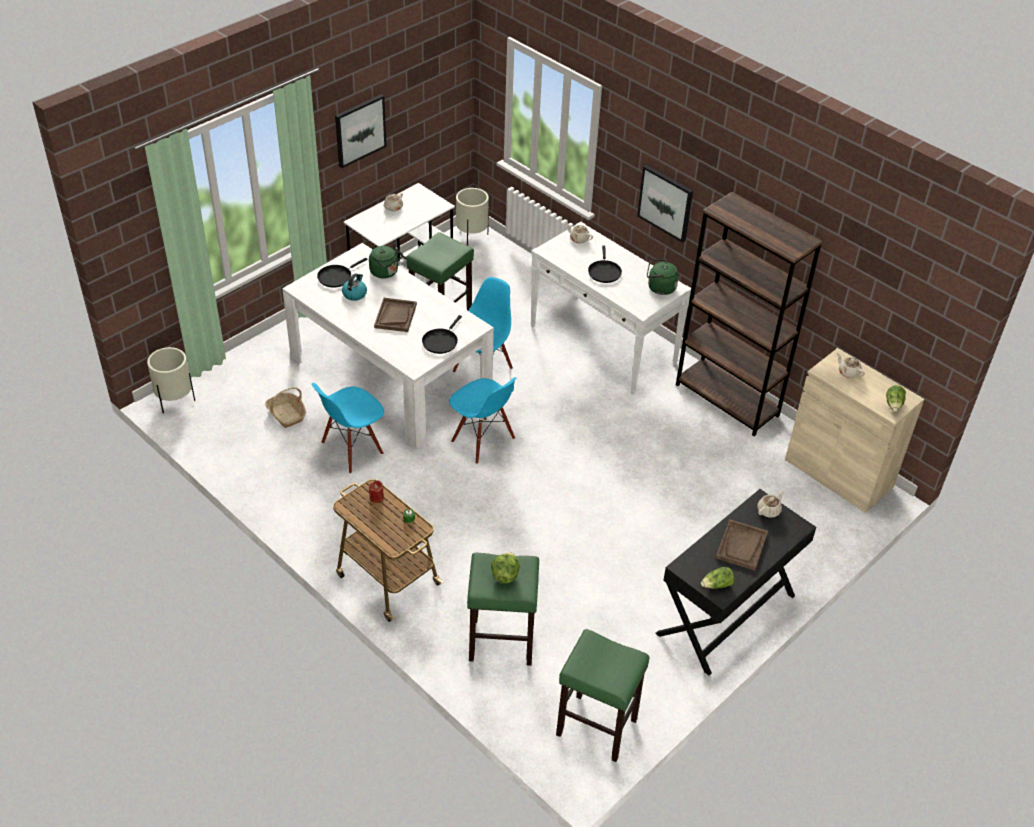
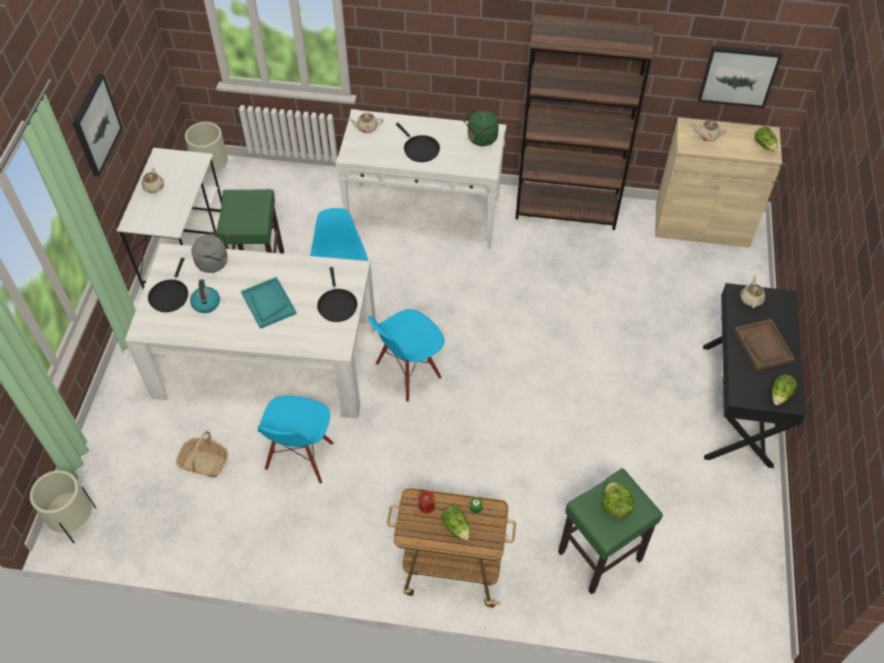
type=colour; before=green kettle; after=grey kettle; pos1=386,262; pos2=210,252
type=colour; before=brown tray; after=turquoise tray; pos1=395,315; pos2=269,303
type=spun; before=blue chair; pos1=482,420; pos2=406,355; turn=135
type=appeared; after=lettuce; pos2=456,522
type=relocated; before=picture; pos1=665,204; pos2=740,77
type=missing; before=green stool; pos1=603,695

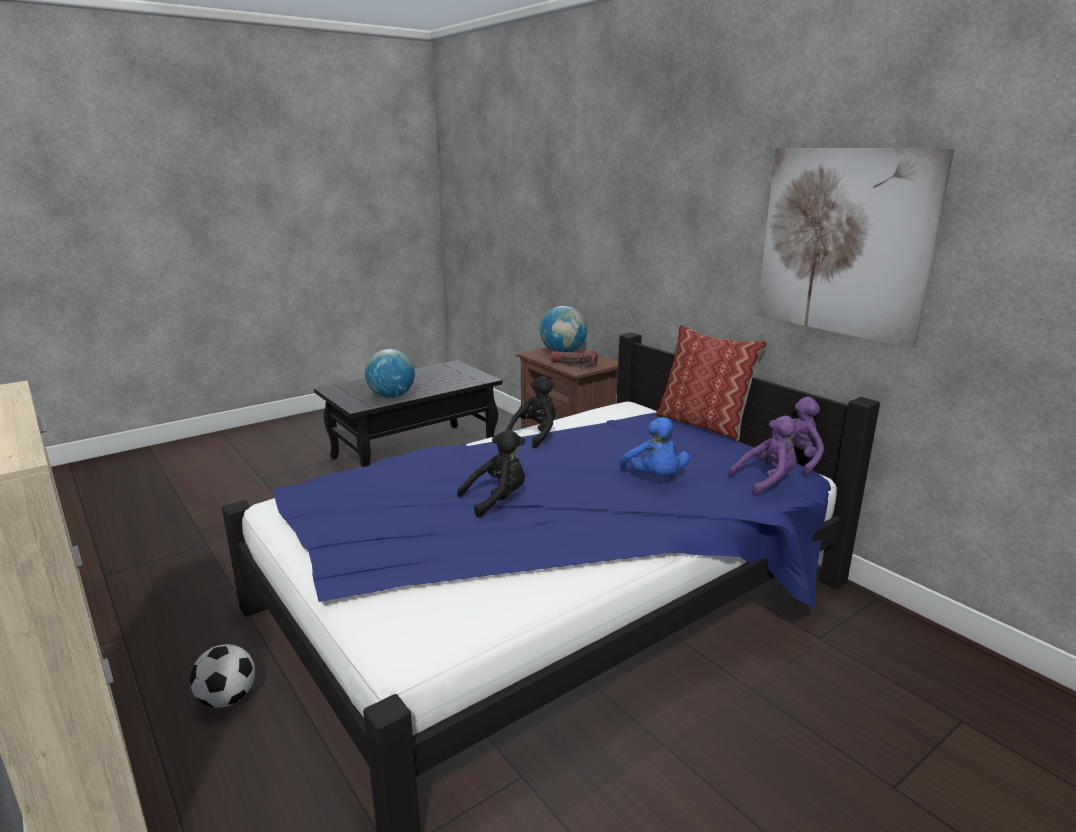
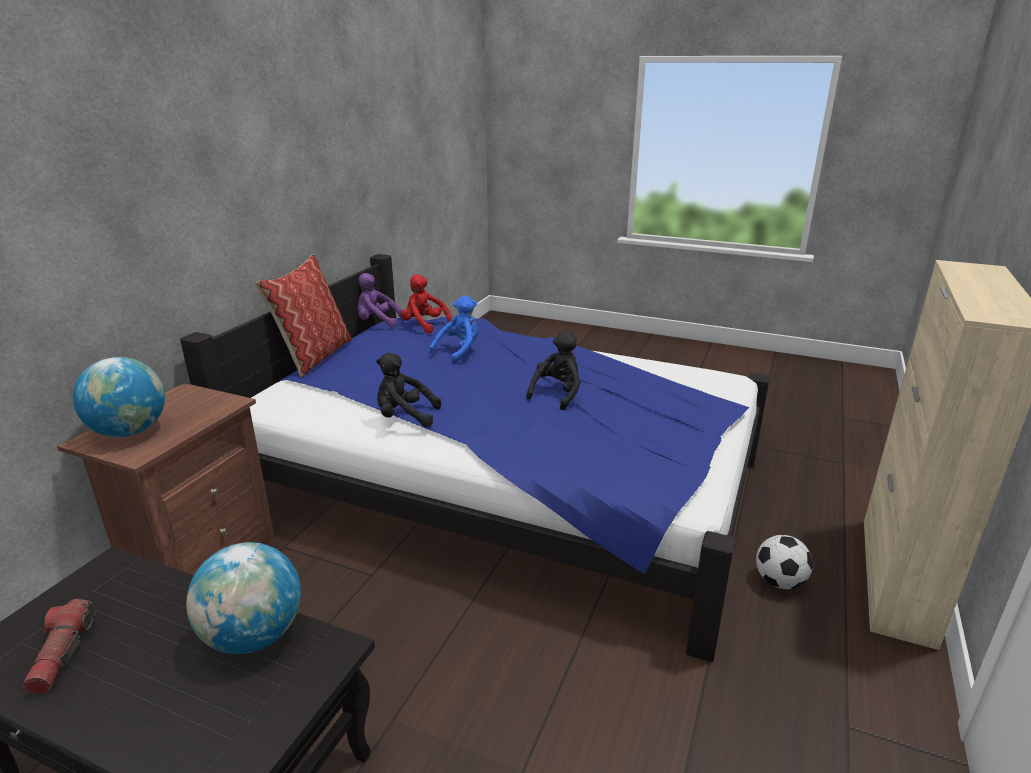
type=relocated; before=flashlight; pos1=574,358; pos2=59,646
type=colour; before=purple plush toy; after=red plush toy; pos1=764,456; pos2=427,304
type=spun; before=black plush toy; pos1=491,473; pos2=553,370; turn=90
type=missing; before=picture; pos1=856,248

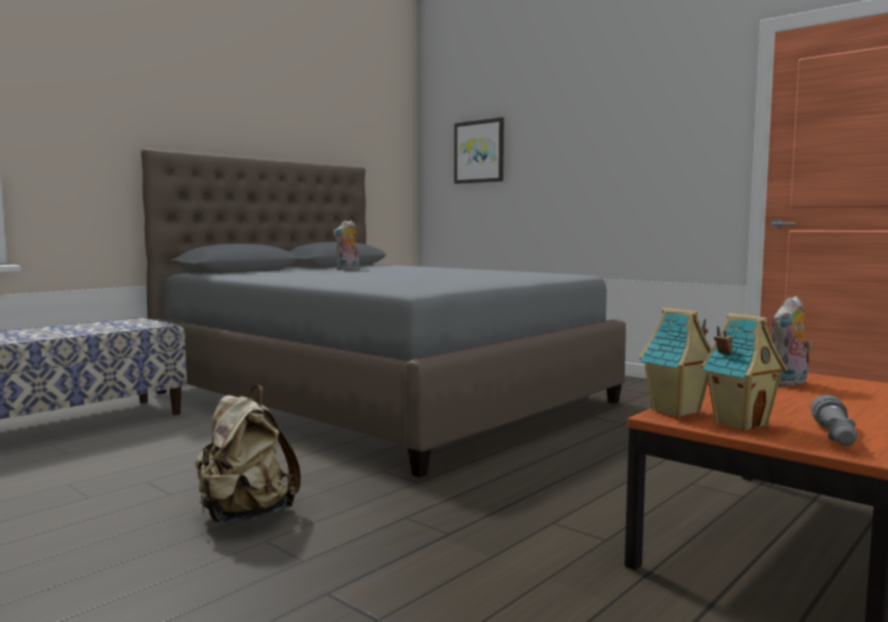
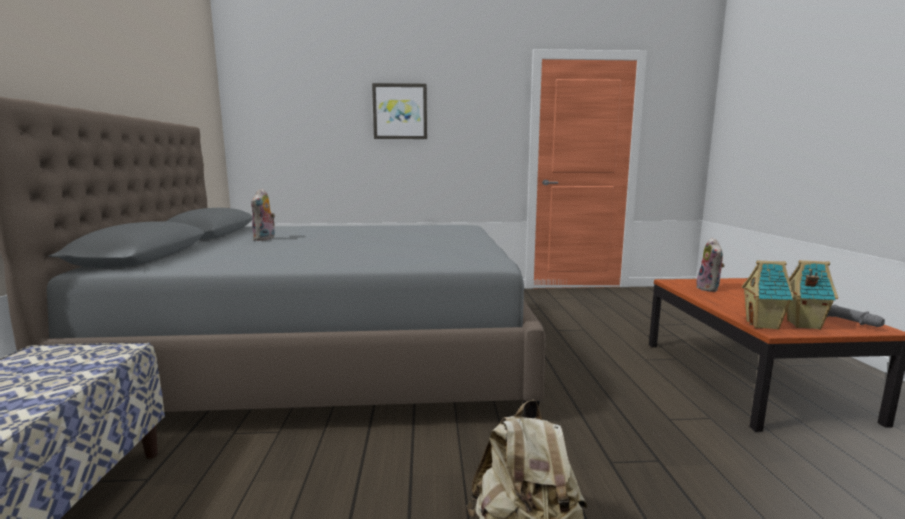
type=relocated; before=picture; pos1=479,150; pos2=399,111

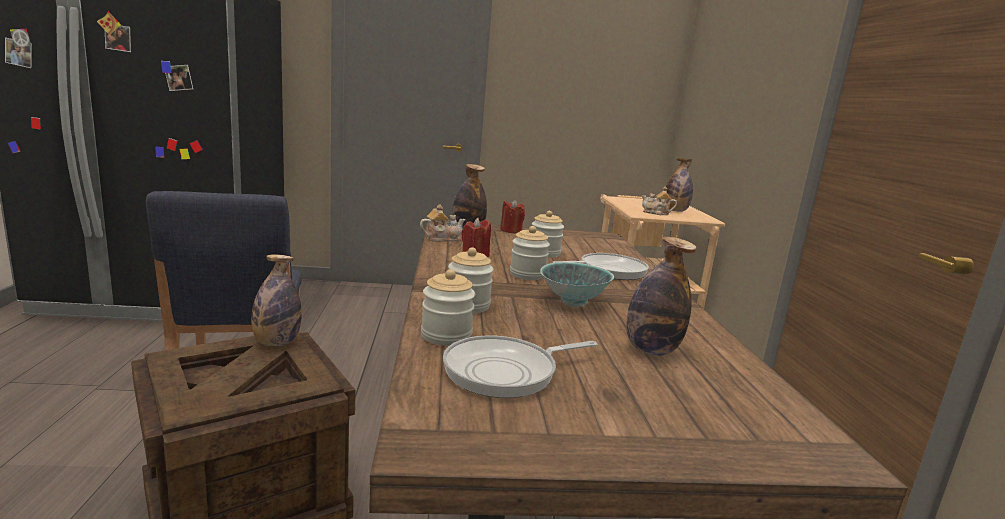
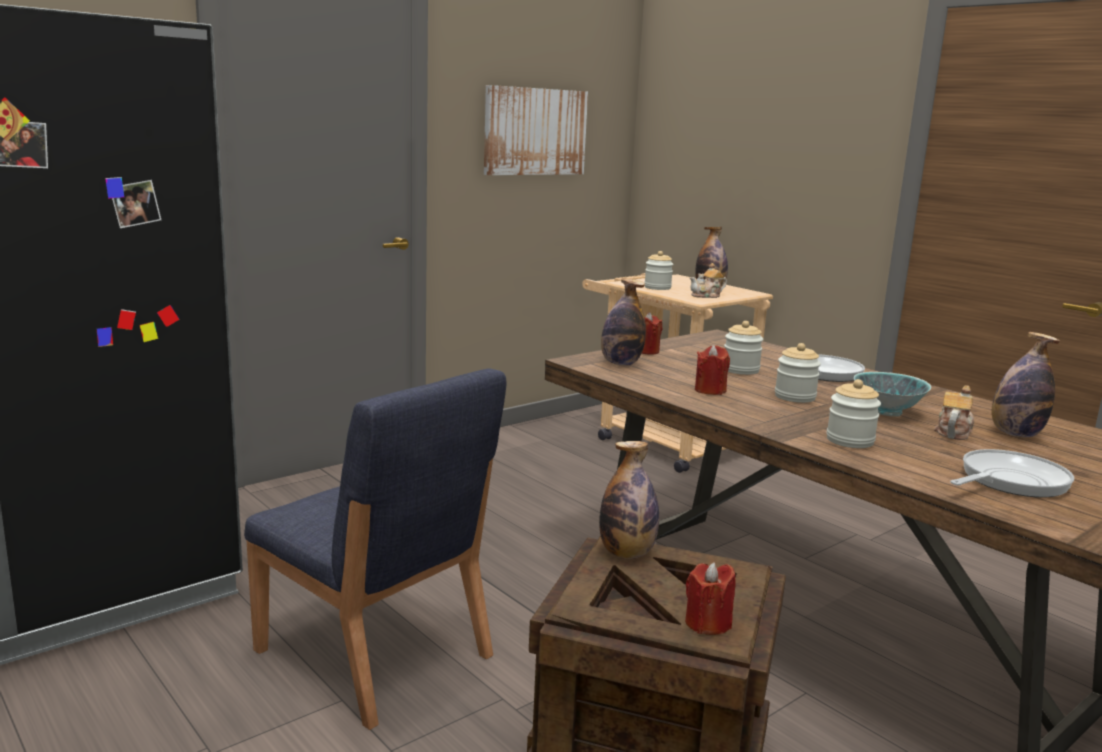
type=appeared; after=picture; pos2=536,130
type=relocated; before=jar; pos1=448,307; pos2=658,270
type=appeared; after=red candle; pos2=710,598
type=relocated; before=teapot; pos1=443,223; pos2=954,413
type=spun; before=frying pan; pos1=520,366; pos2=1012,473; turn=-150

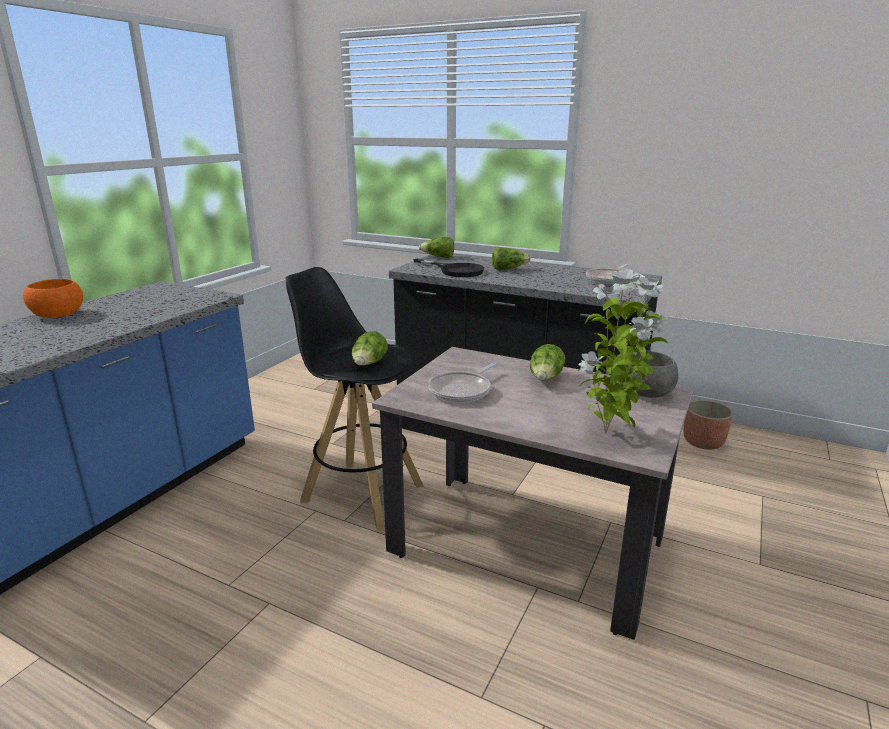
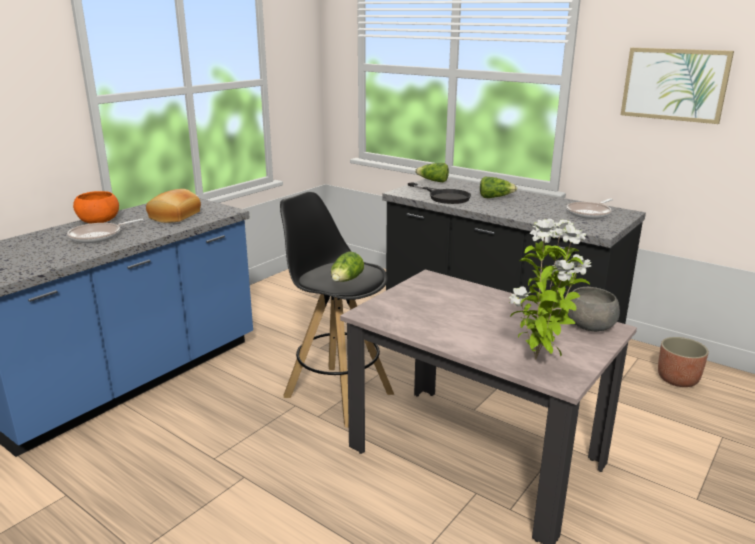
type=relocated; before=frying pan; pos1=462,383; pos2=105,231
type=appeared; after=bread; pos2=173,206
type=appeared; after=picture; pos2=677,86
type=missing; before=lettuce; pos1=547,362

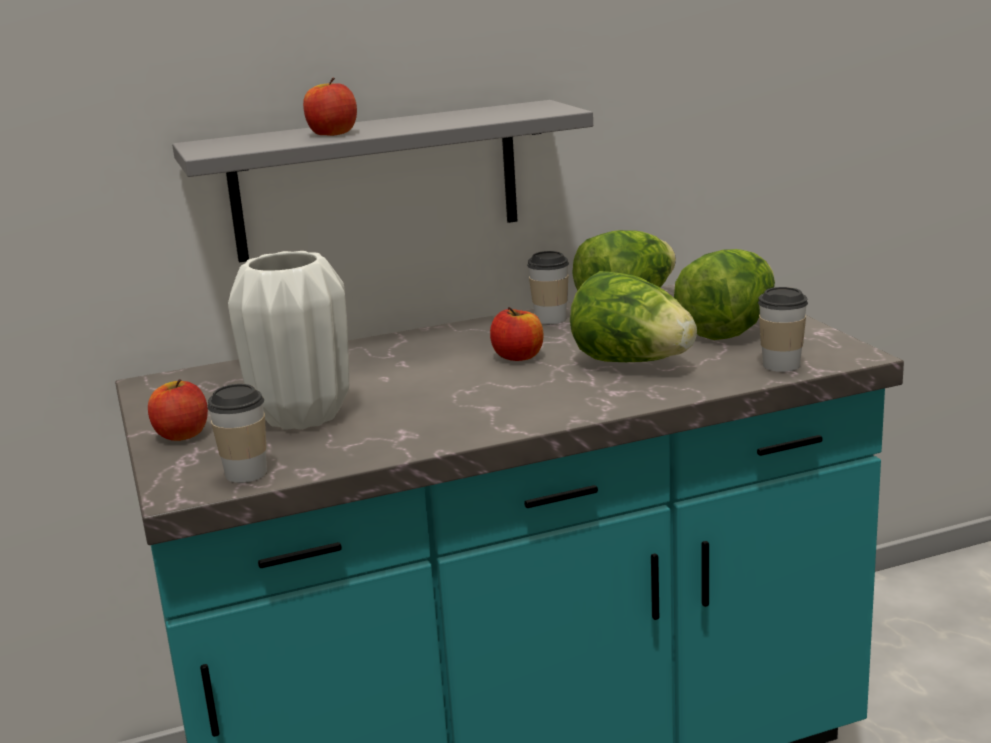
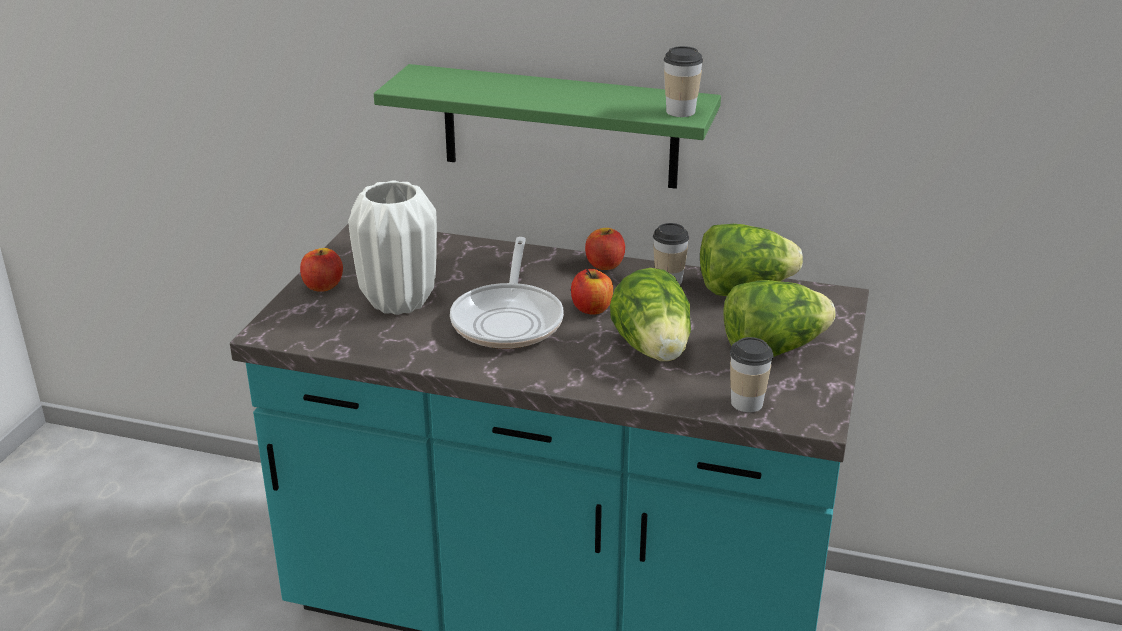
type=colour; before=grey shelf; after=green shelf; pos1=382,181; pos2=547,126
type=appeared; after=frying pan; pos2=507,293
type=relocated; before=apple; pos1=330,107; pos2=605,249
type=relocated; before=cup; pos1=237,433; pos2=683,81

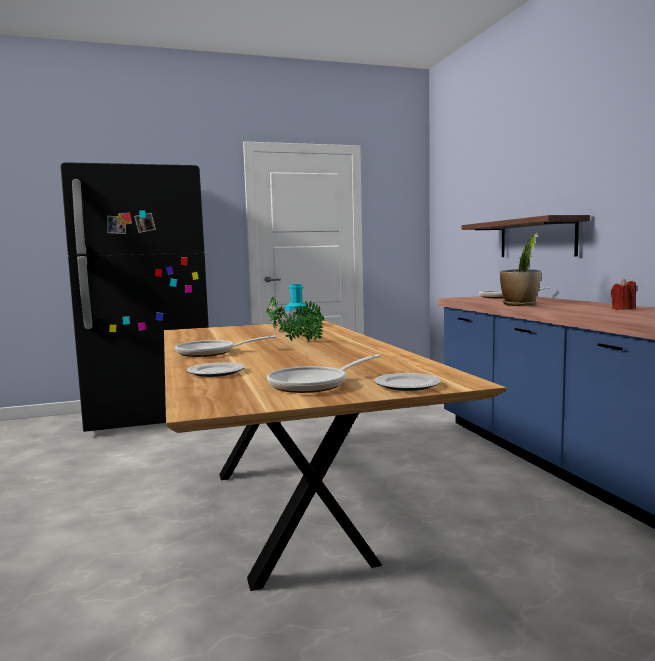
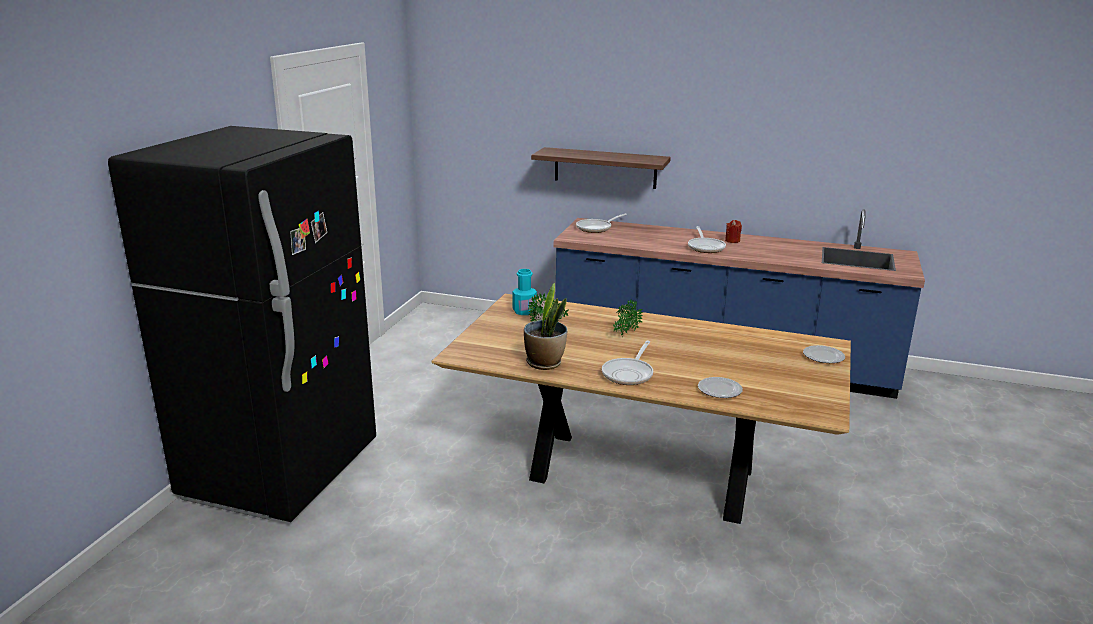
type=relocated; before=potted plant; pos1=520,269; pos2=546,326
type=relocated; before=frying pan; pos1=324,373; pos2=707,239

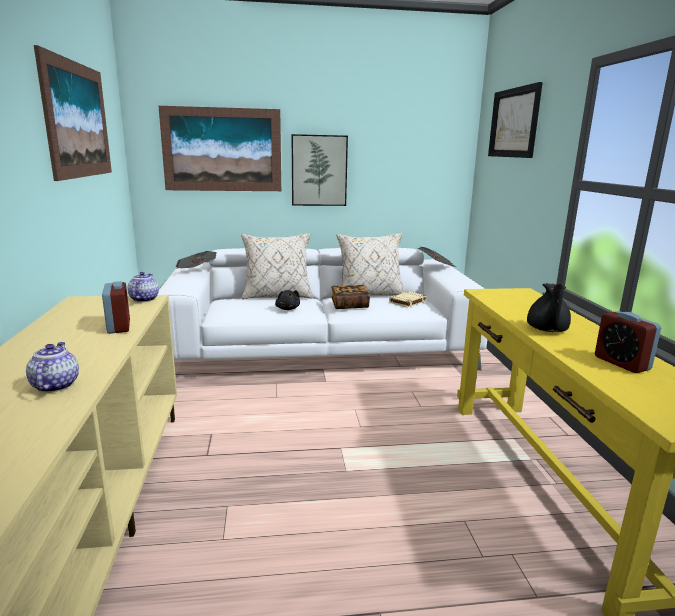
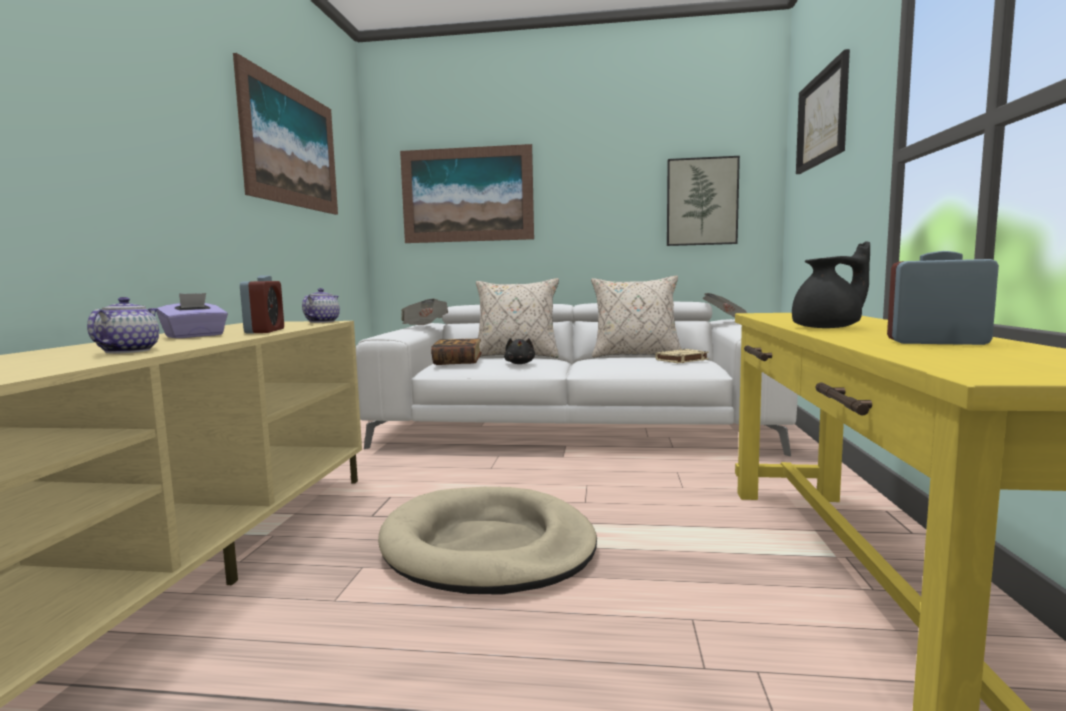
type=appeared; after=purple tissue box; pos2=192,315
type=appeared; after=beige dog bed; pos2=487,541
type=relocated; before=book; pos1=350,297; pos2=456,351
type=relocated; before=picture; pos1=320,170; pos2=703,201
type=spun; before=black teapot; pos1=549,307; pos2=831,284; turn=-135
type=spun; before=alarm clock; pos1=628,342; pos2=943,298; turn=120

